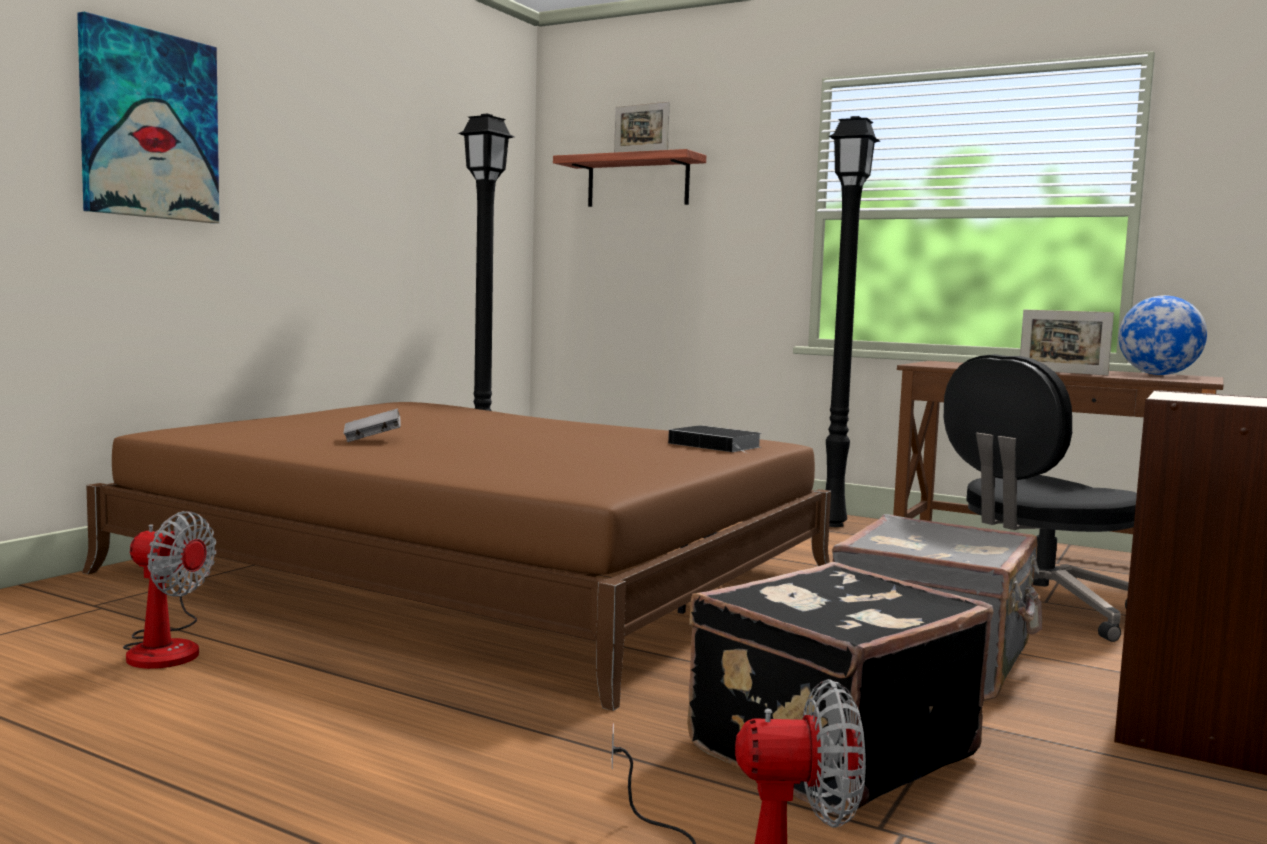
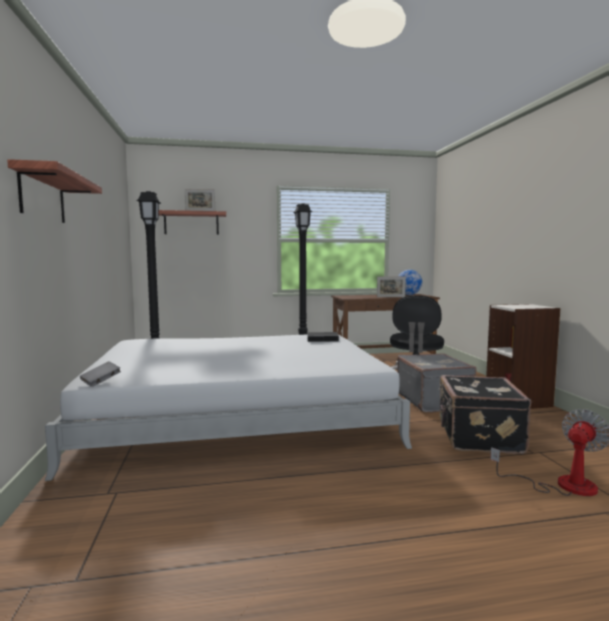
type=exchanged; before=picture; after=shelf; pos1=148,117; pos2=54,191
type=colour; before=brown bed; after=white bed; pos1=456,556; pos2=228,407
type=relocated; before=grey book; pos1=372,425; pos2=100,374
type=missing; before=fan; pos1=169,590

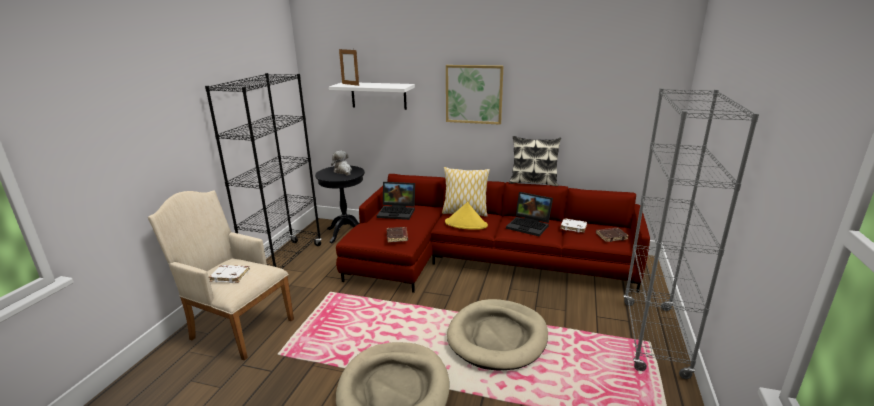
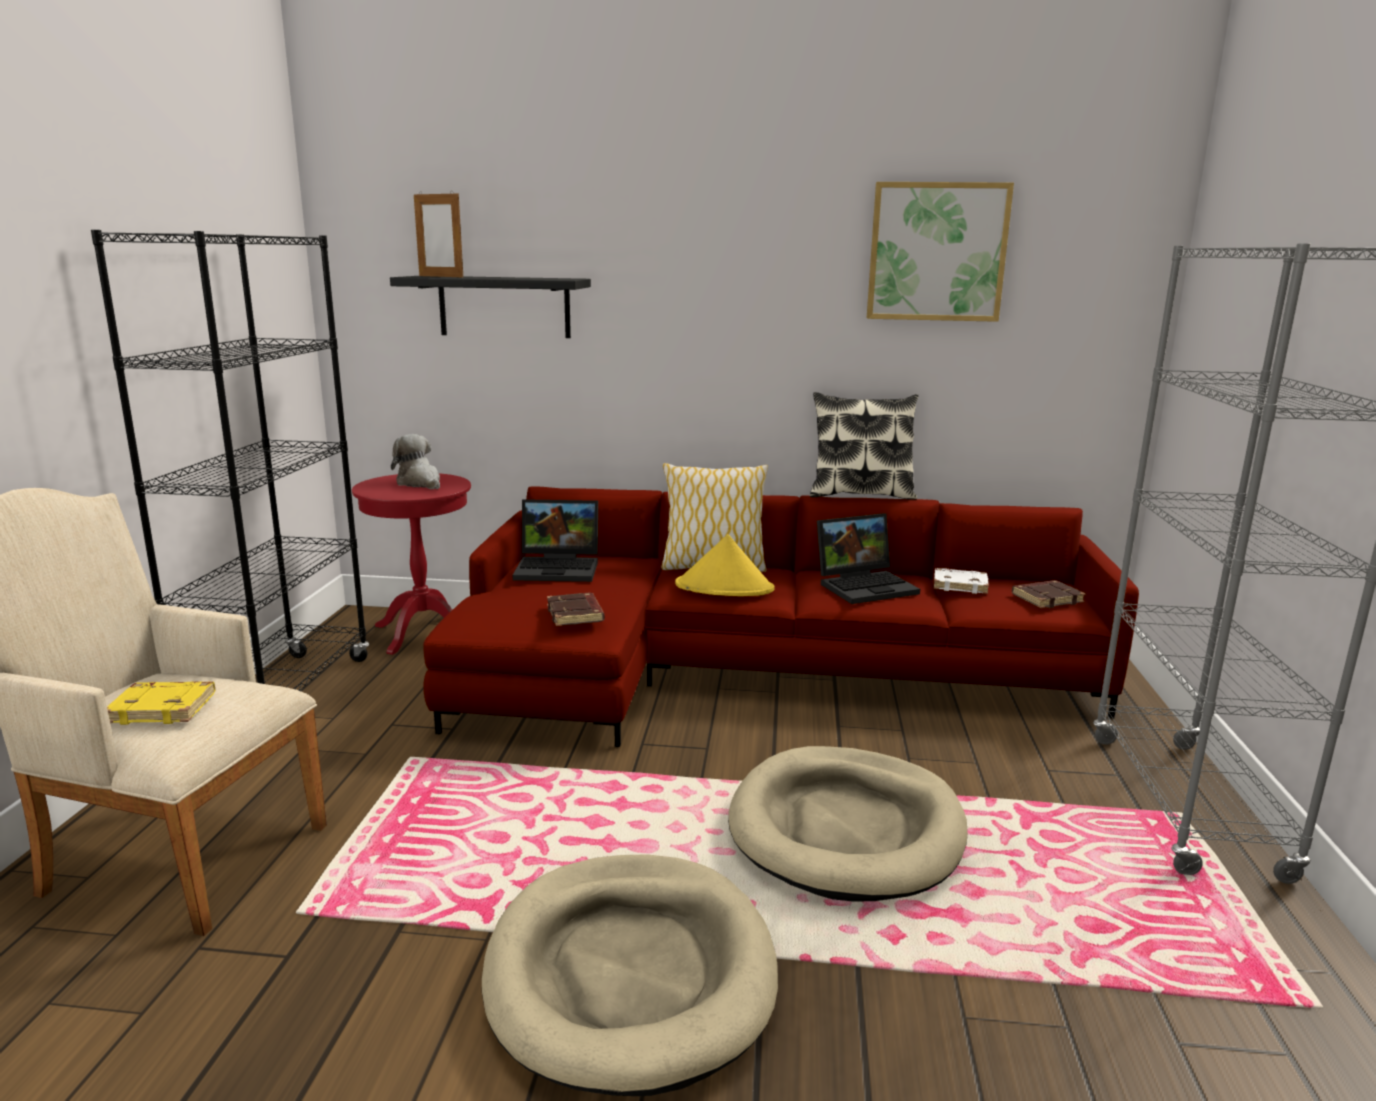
type=colour; before=white book; after=yellow book; pos1=229,274; pos2=161,703
type=colour; before=black side table; after=red side table; pos1=340,204; pos2=411,564
type=colour; before=white shelf; after=black shelf; pos1=372,96; pos2=490,307
type=spun; before=laptop; pos1=529,214; pos2=868,559; turn=-45
type=relocated; before=picture; pos1=474,95; pos2=940,252

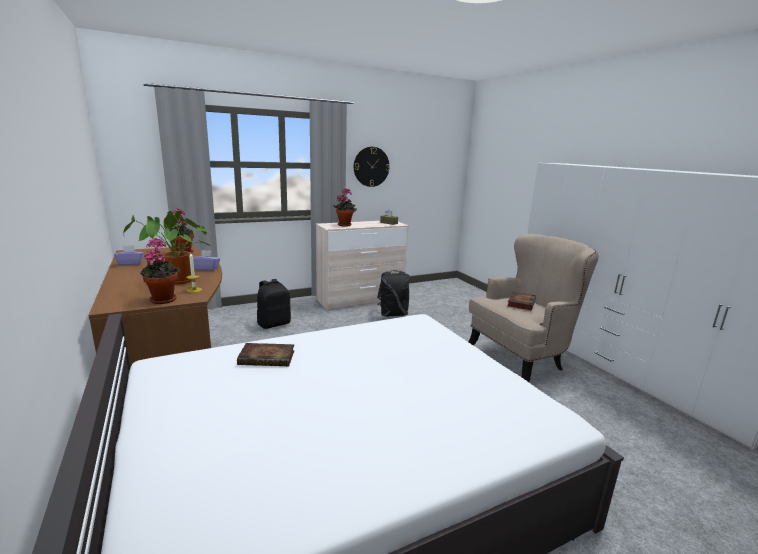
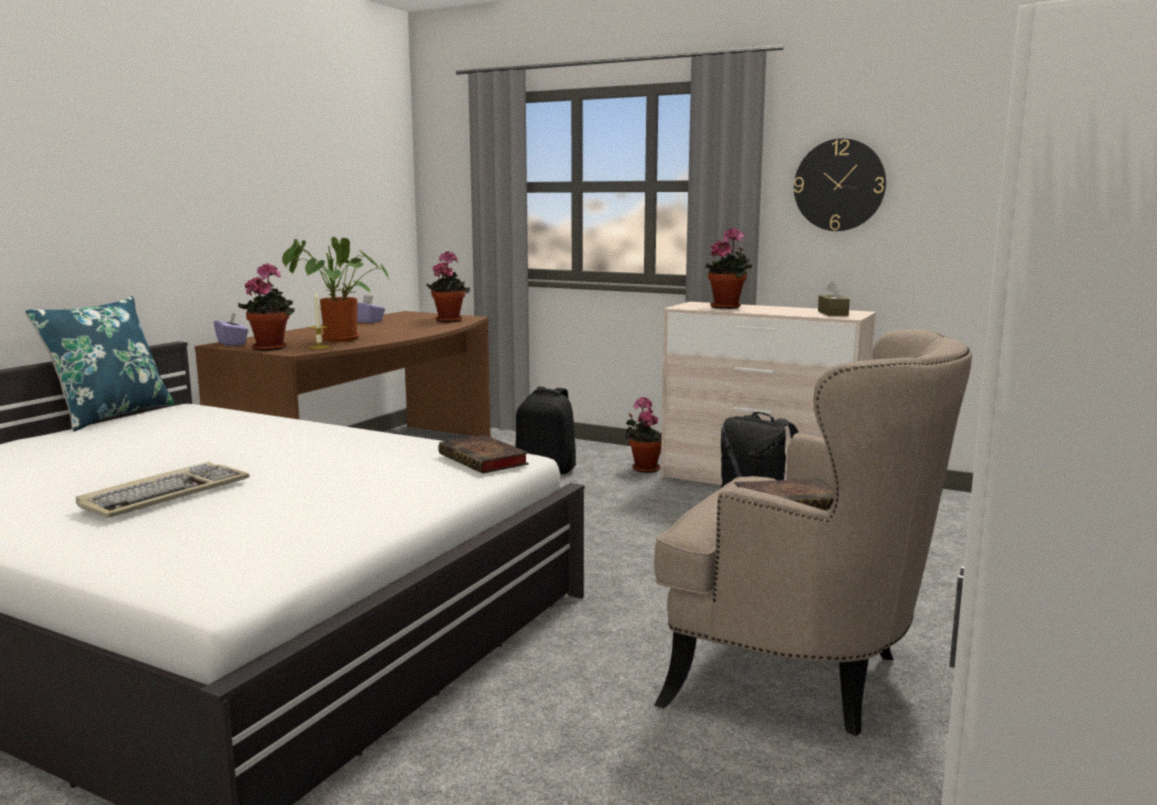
type=appeared; after=blue pillow; pos2=100,363
type=appeared; after=keyboard; pos2=163,490
type=relocated; before=purple tissue box; pos1=206,260; pos2=231,329
type=relocated; before=book; pos1=265,354; pos2=484,454
type=appeared; after=potted plant; pos2=643,435

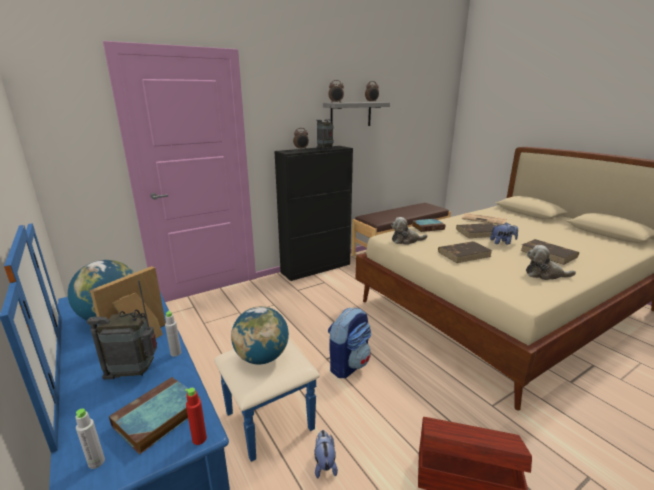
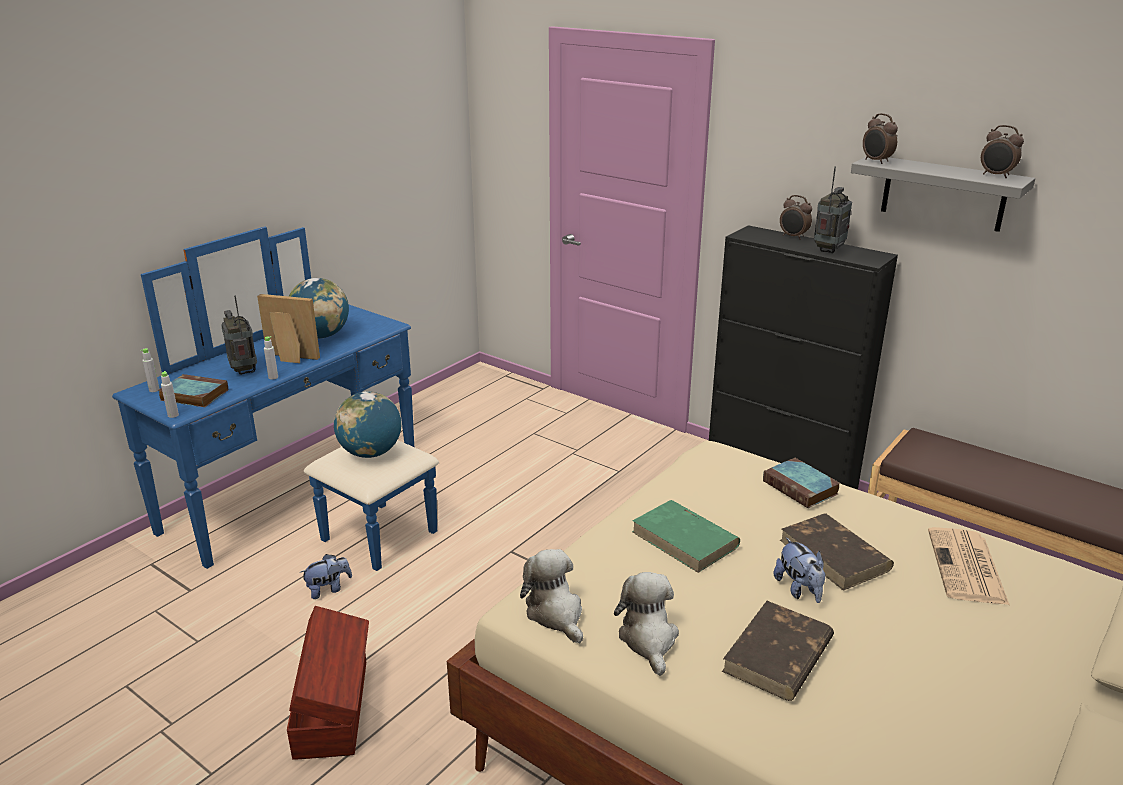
type=colour; before=red bottle; after=grey bottle; pos1=196,416; pos2=170,394
type=relocated; before=plush toy; pos1=409,231; pos2=551,596
type=colour; before=brown book; after=green book; pos1=465,252; pos2=686,536
type=missing; before=backpack; pos1=349,343

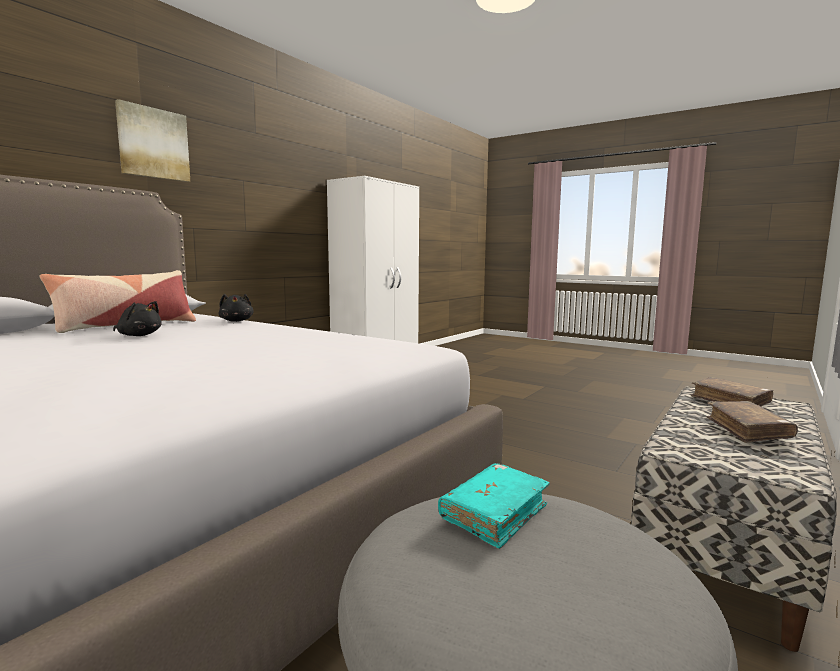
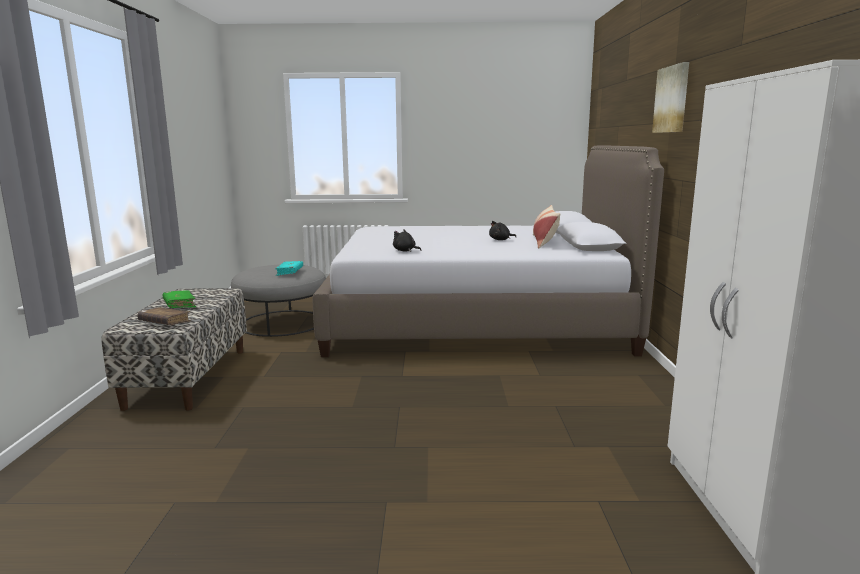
type=colour; before=brown book; after=green book; pos1=752,422; pos2=179,299
type=relocated; before=black plush toy; pos1=236,308; pos2=407,240

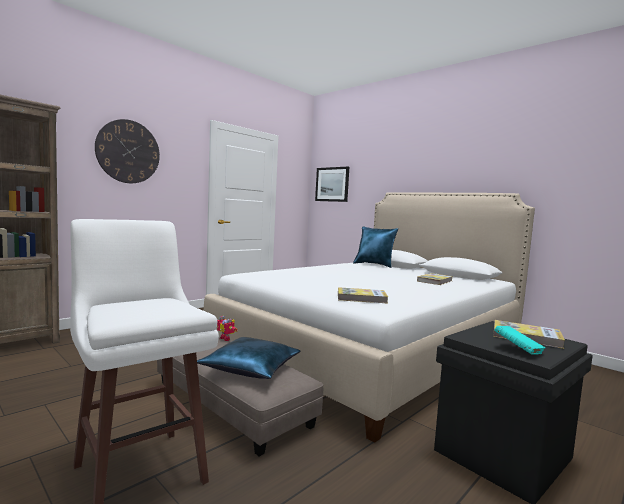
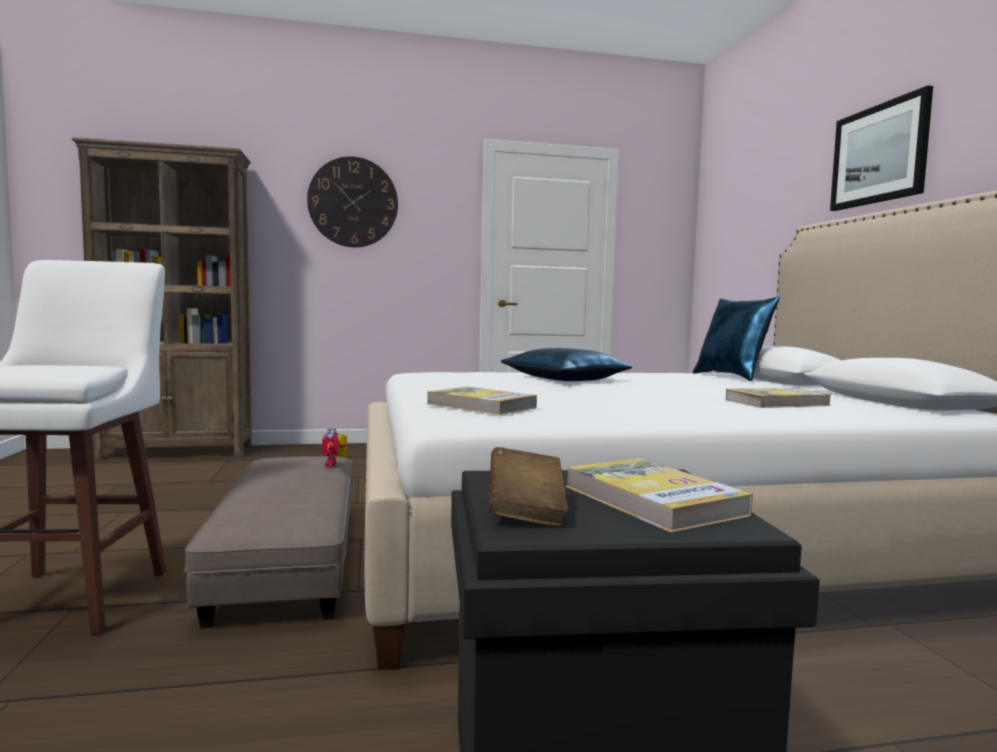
type=colour; before=turquoise book; after=brown book; pos1=519,340; pos2=528,486
type=relocated; before=blue pillow; pos1=248,358; pos2=566,364
type=relocated; before=picture; pos1=332,184; pos2=881,148

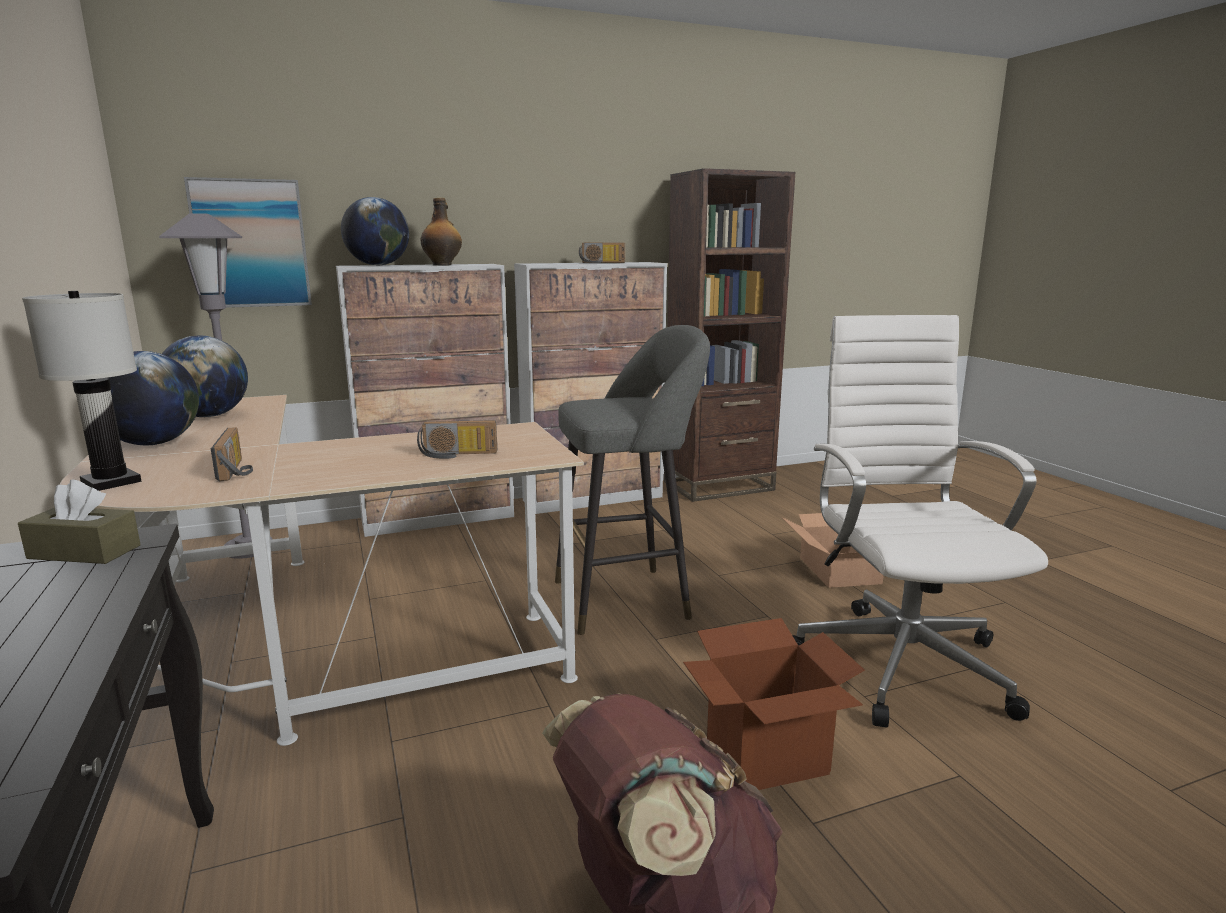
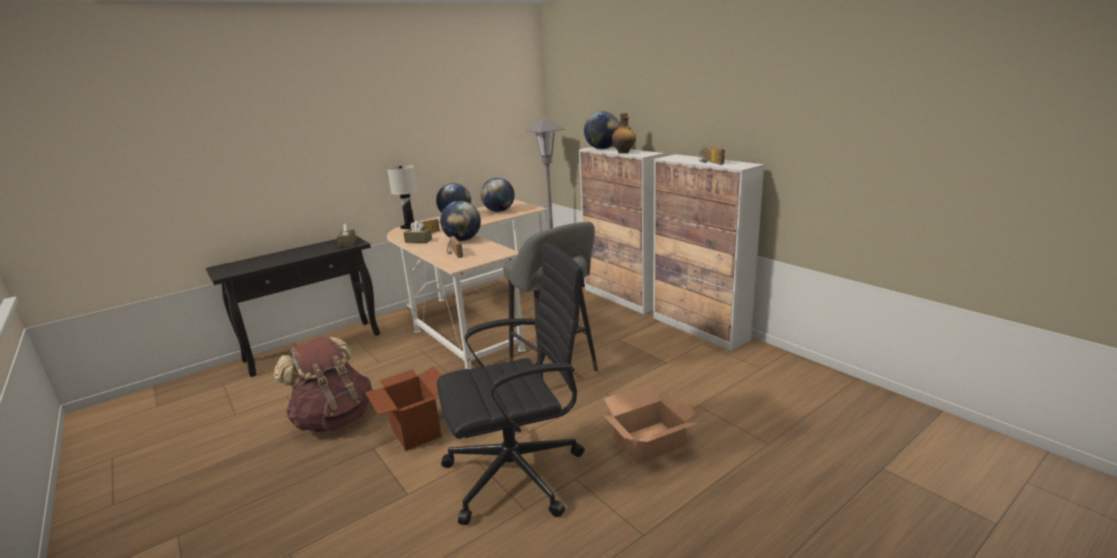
type=appeared; after=brown tissue box; pos2=417,232
type=colour; before=white office chair; after=black office chair; pos1=920,521; pos2=511,383
type=appeared; after=globe; pos2=460,221
type=missing; before=picture; pos1=248,242
type=missing; before=brown bookcase; pos1=729,335

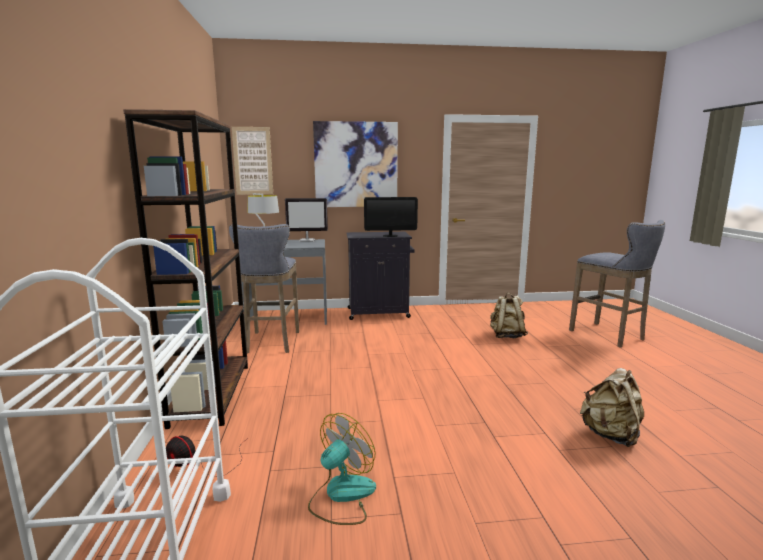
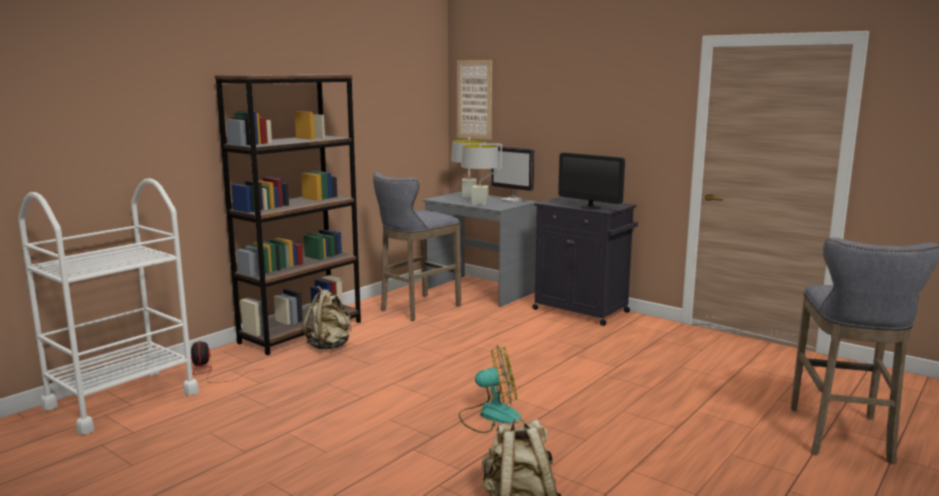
type=relocated; before=beige backpack; pos1=509,315; pos2=327,317
type=relocated; before=fan; pos1=342,469; pos2=490,389
type=appeared; after=grey table lamp; pos2=481,174
type=missing; before=picture; pos1=355,164

